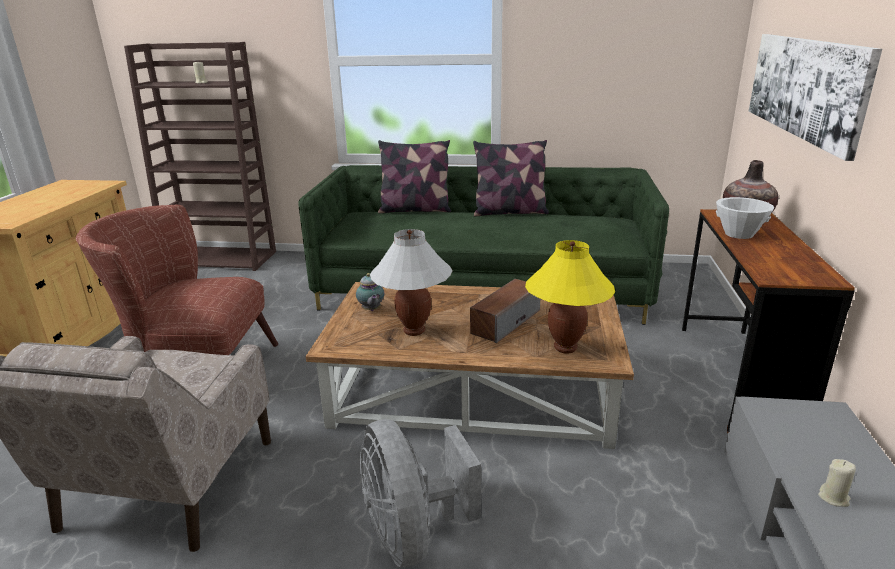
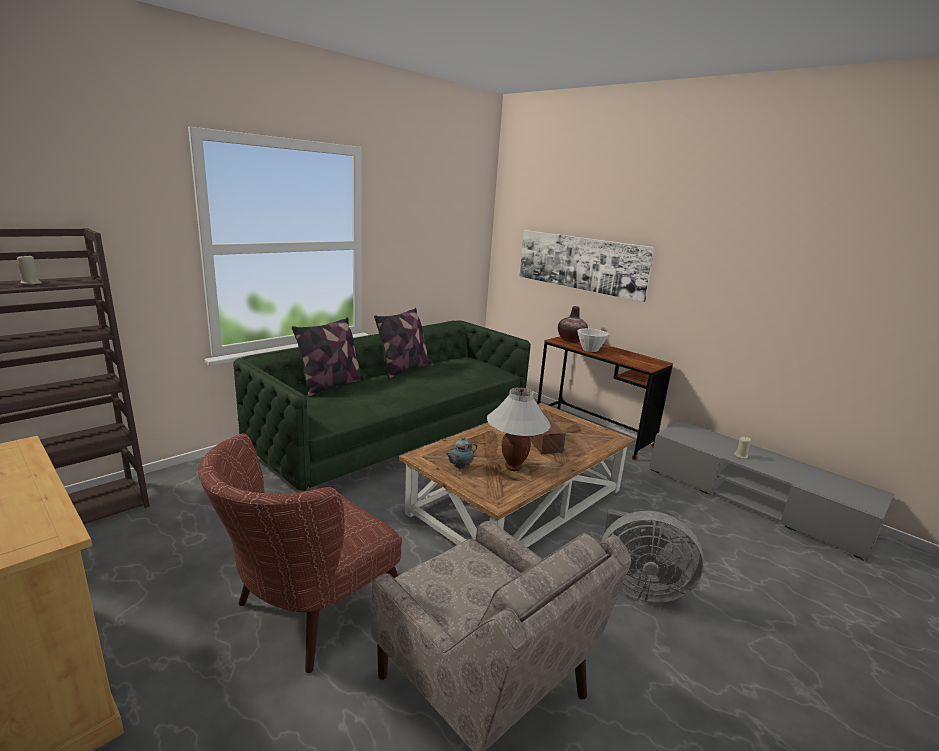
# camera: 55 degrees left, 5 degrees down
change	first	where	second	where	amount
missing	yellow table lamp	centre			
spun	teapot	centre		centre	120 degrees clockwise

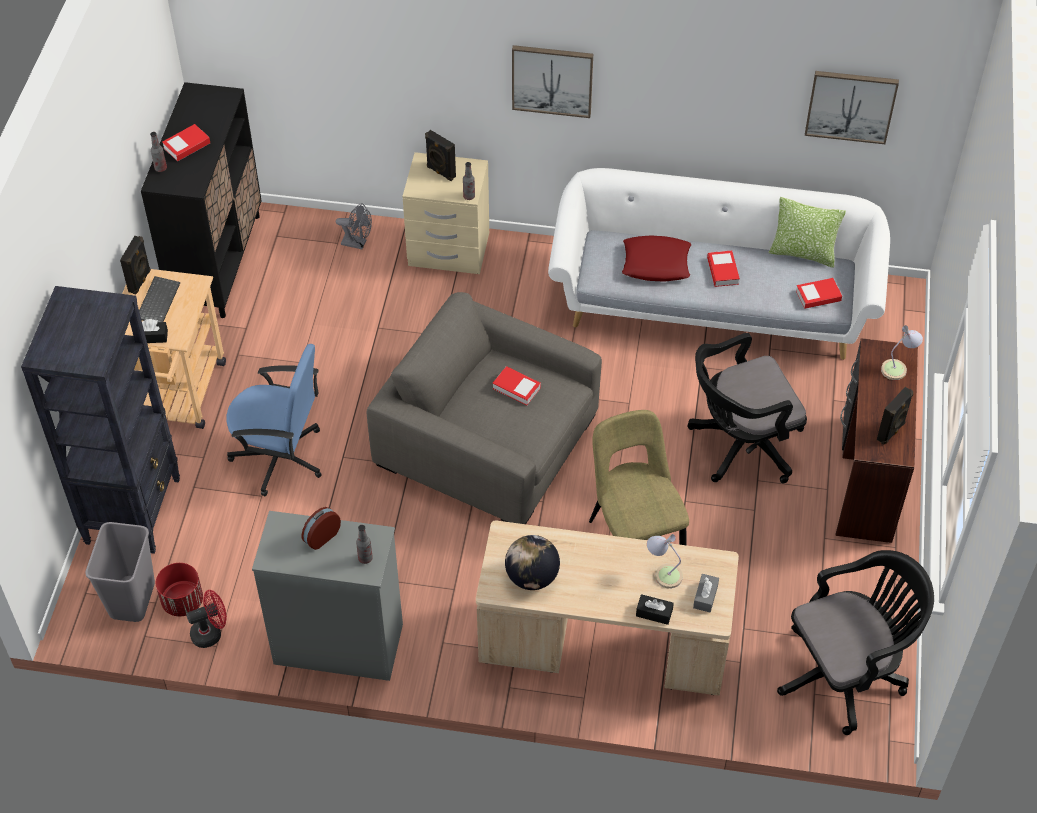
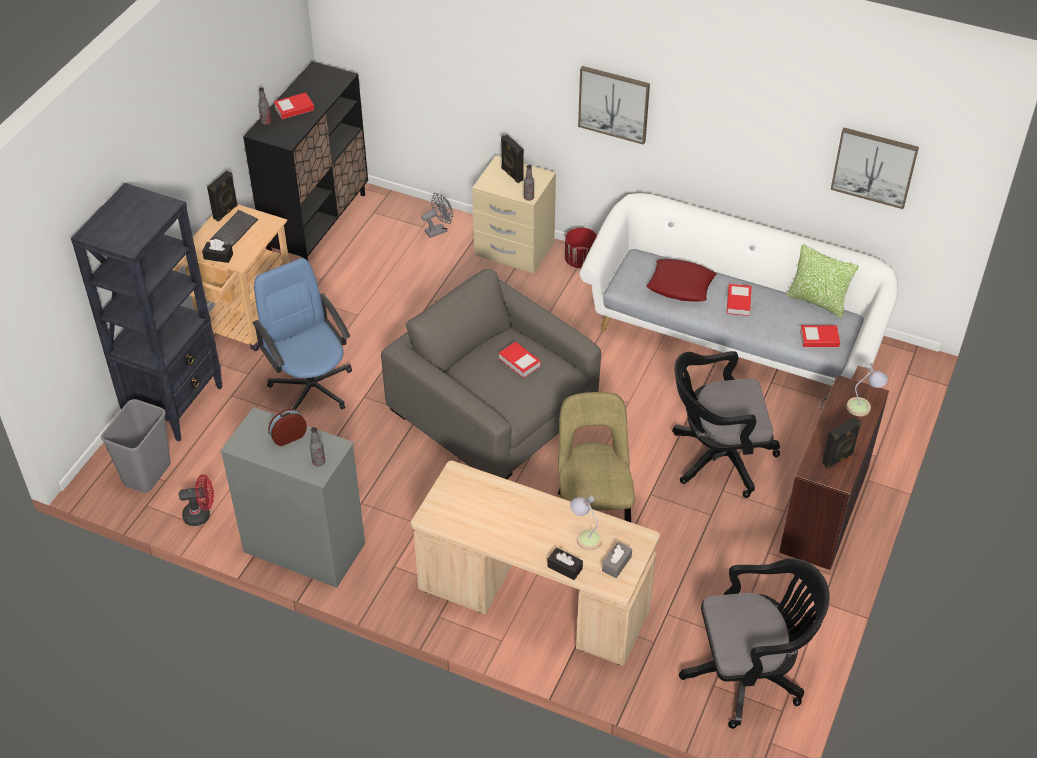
# camera: 15 degrees right, 5 degrees down
change	first	where	second	where	amount
missing	world globe	bottom centre			
relocated	reddish planter	bottom left		top centre	
spun	blue office chair	middle left		middle left	150 degrees counterclockwise
spun	gray cooling fan	top centre		top centre	60 degrees counterclockwise

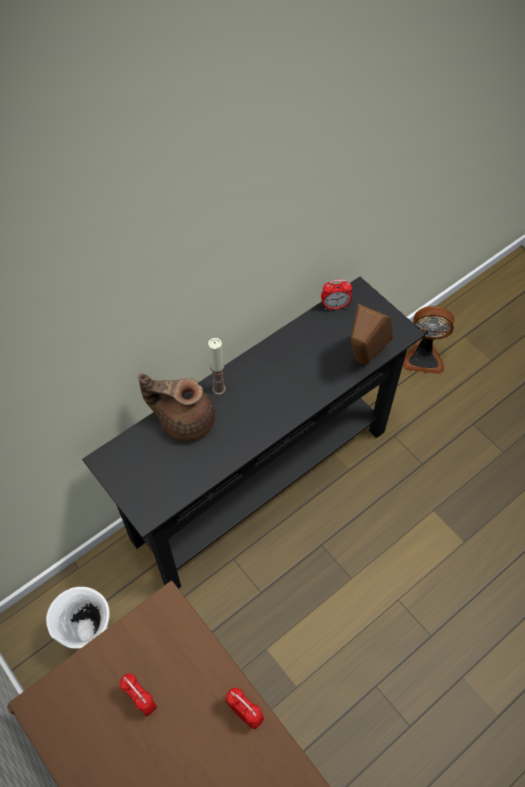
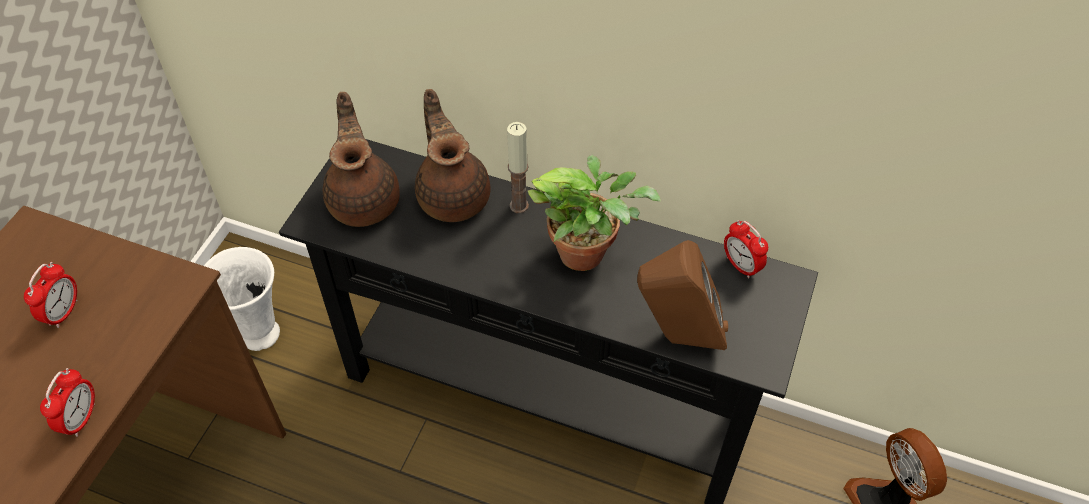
# camera: 60 degrees right, 5 degrees down
change	first	where	second	where	amount
appeared			brown-coloured teapot (no. 1 from left)	top left	
appeared			potted plant	centre	

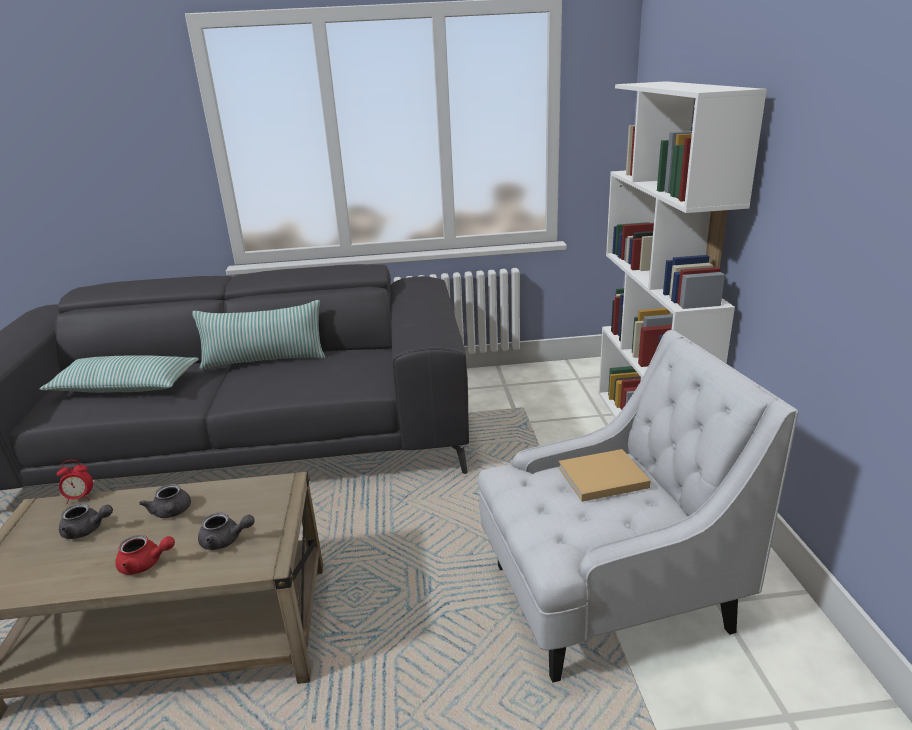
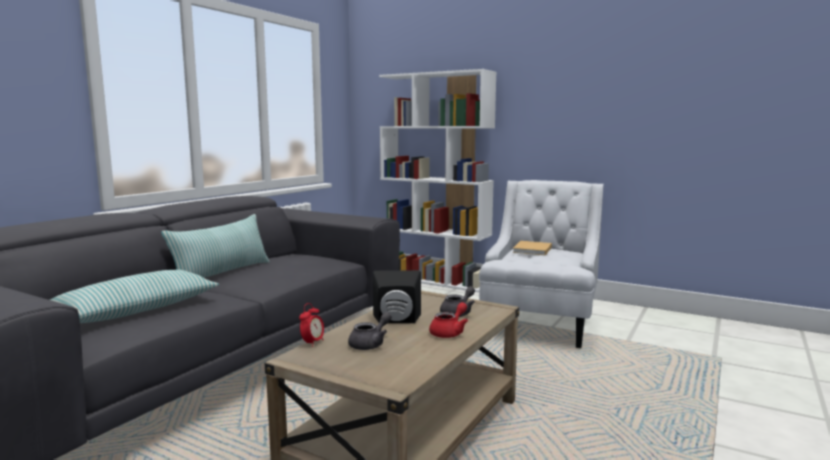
# camera: 55 degrees left, 15 degrees down
change	first	where	second	where	amount
exchanged	gray teapot (no. 2 from left)	bottom left	black audio speaker	centre	

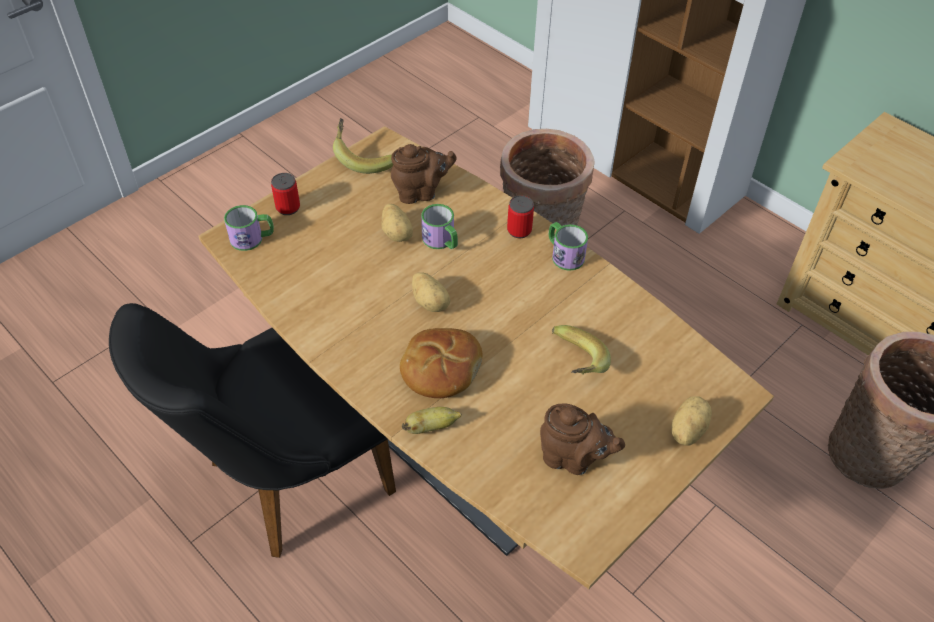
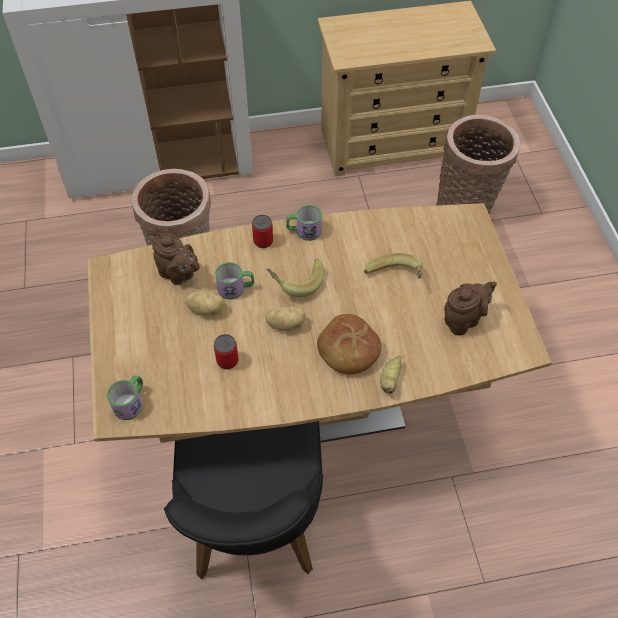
# camera: 55 degrees left, 5 degrees up
change	first	where	second	where	amount
missing	potato (no. 3 from left)	bottom right			
relocated	metal can (no. 1 from left)	top left		centre	
relocated	banana fruit (no. 1 from left)	top centre		centre	
spun	brown-coloured teapot (no. 1 from left)	top centre		middle left	105 degrees clockwise

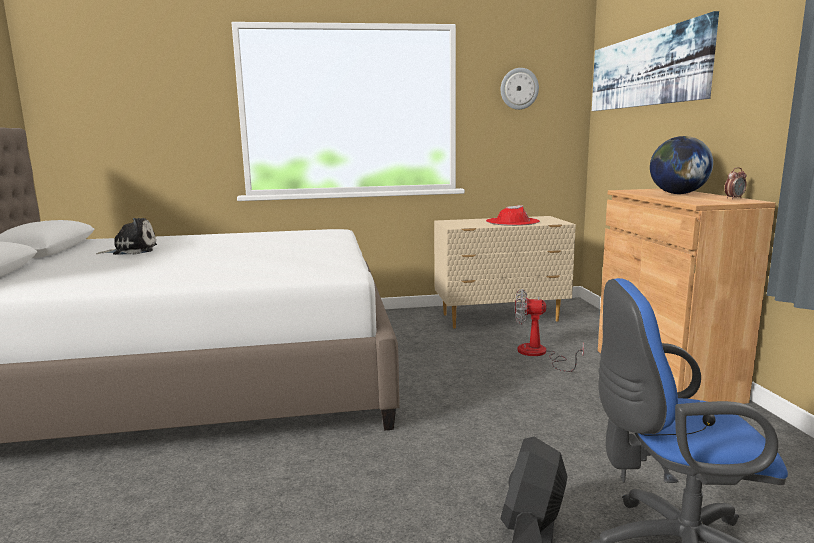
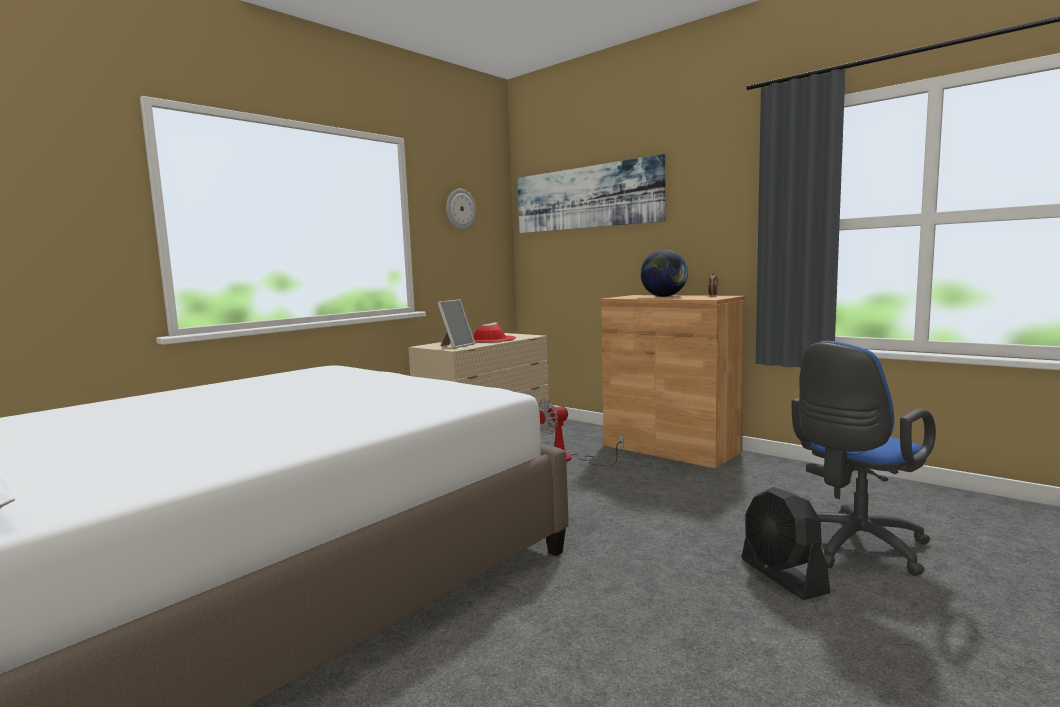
# camera: 40 degrees left, 5 degrees down
change	first	where	second	where	amount
missing	soft toy	middle left			
appeared			picture frame	centre	

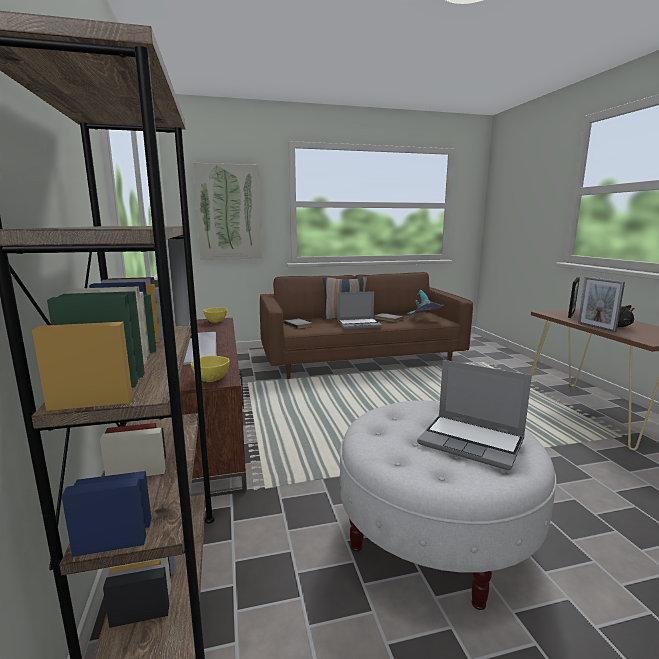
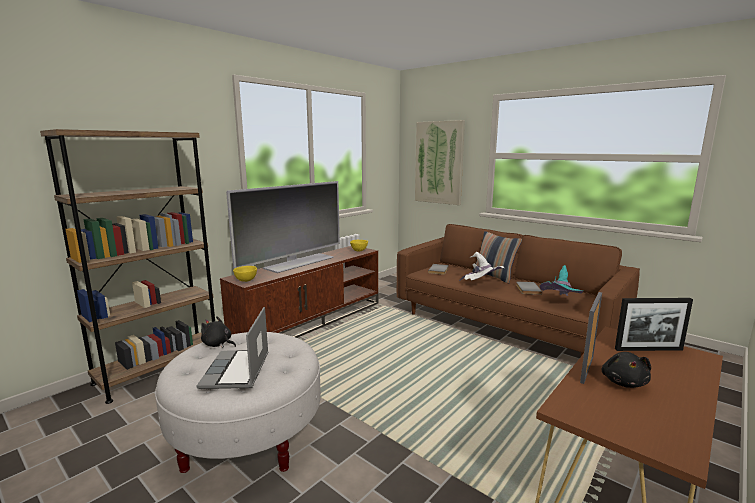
# camera: 55 degrees right, 0 degrees up
change	first	where	second	where	amount
appeared			black soft toy (no. 1 from left)	middle left	
exchanged	notebook computer (no. 1 from left)	centre	whitish wearable hat	centre	

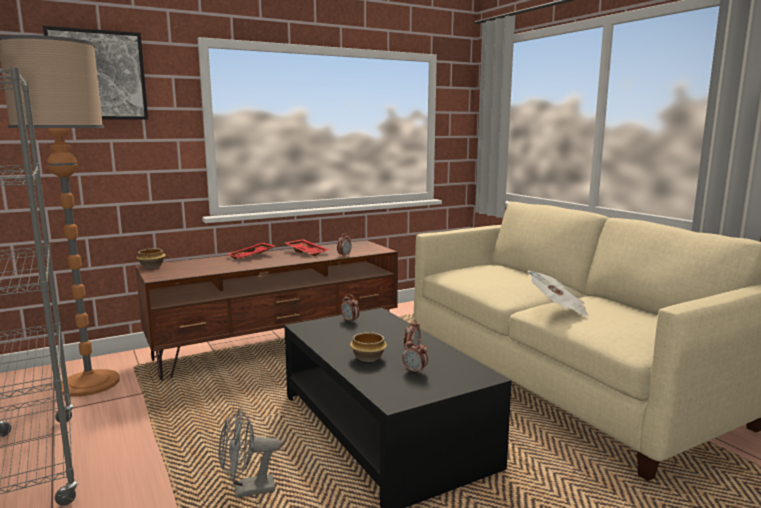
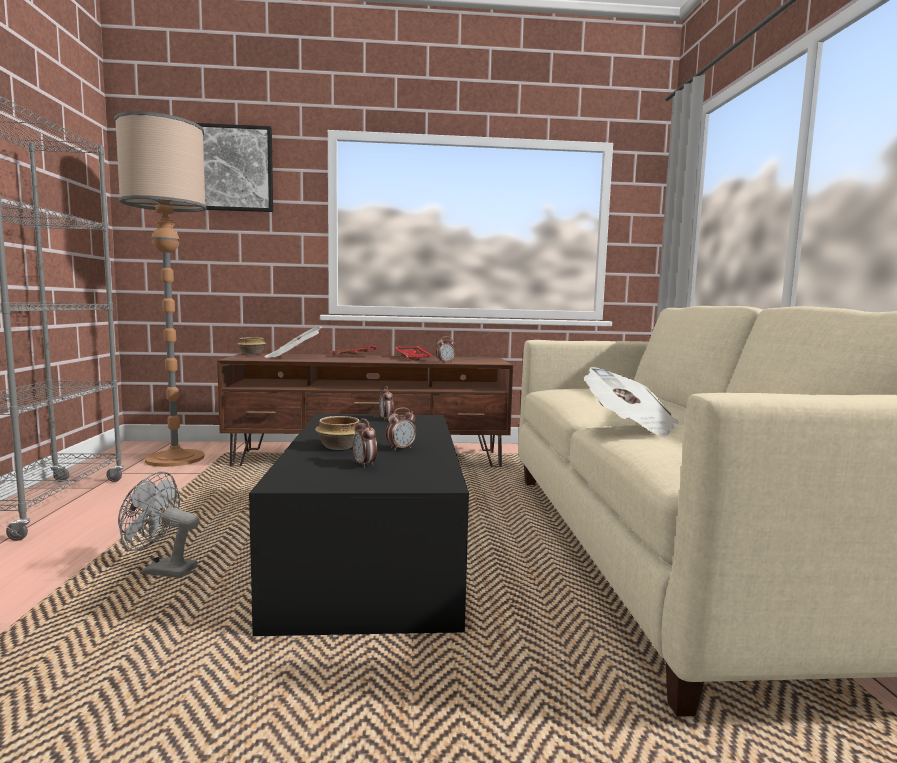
# camera: 25 degrees right, 5 degrees down
change	first	where	second	where	amount
appeared			newspaper (no. 1 from left)	middle left	

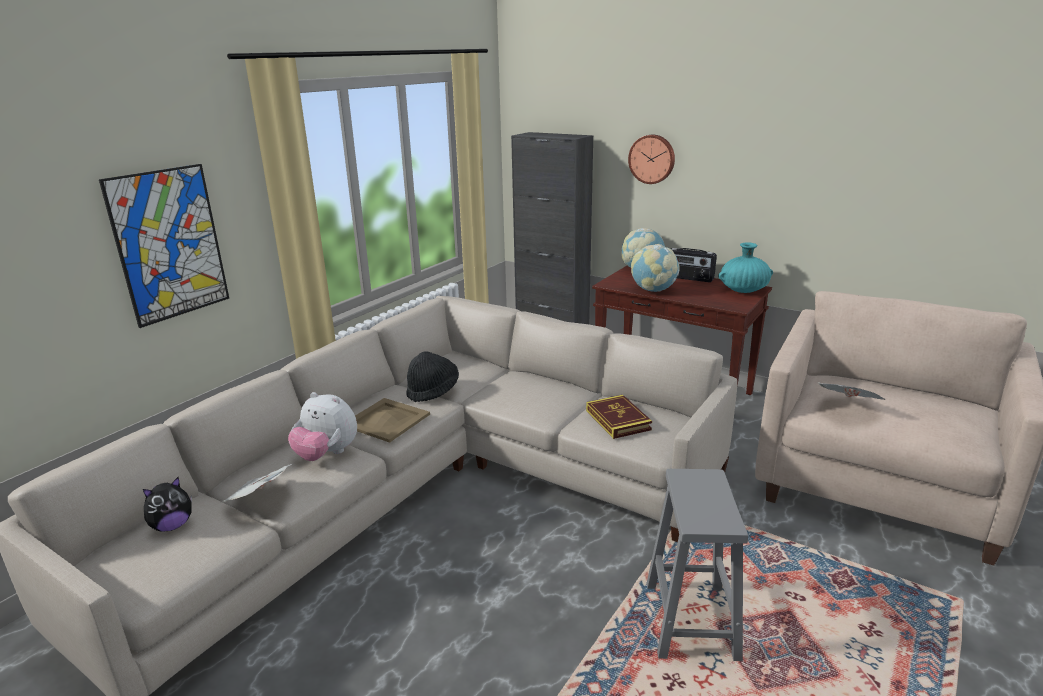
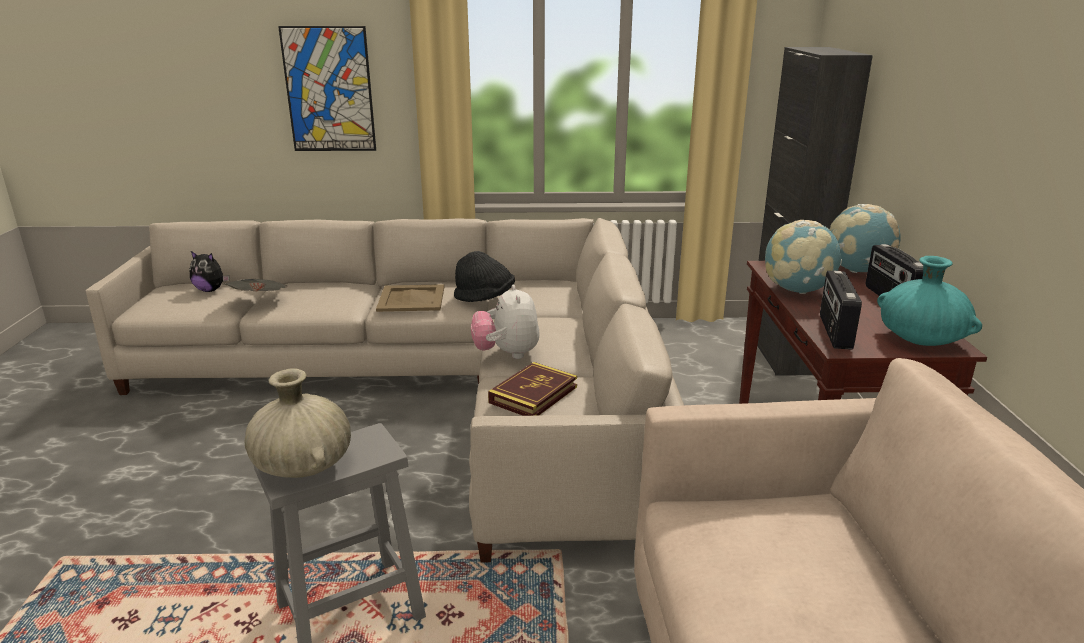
# camera: 55 degrees right, 0 degrees up
change	first	where	second	where	amount
missing	clock on the wall	top centre			
missing	newspaper (no. 2 from left)	middle right			
appeared			sand-coloured flower vase	middle left	
appeared			radio (no. 1 from left)	middle right	
relocated	soft toy (no. 2 from left)	middle left		centre	

